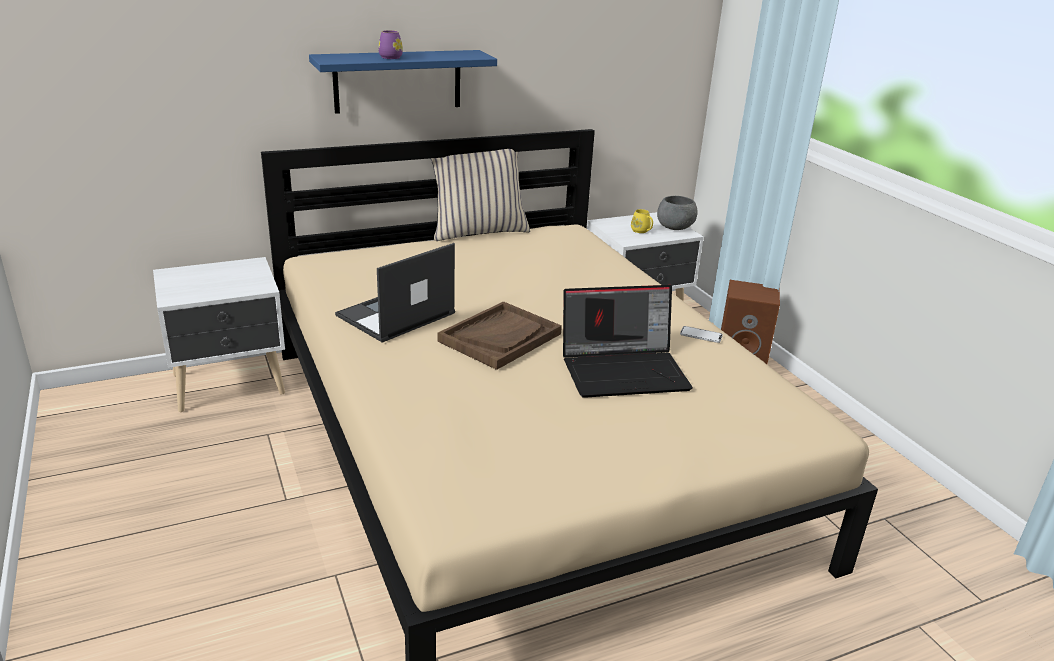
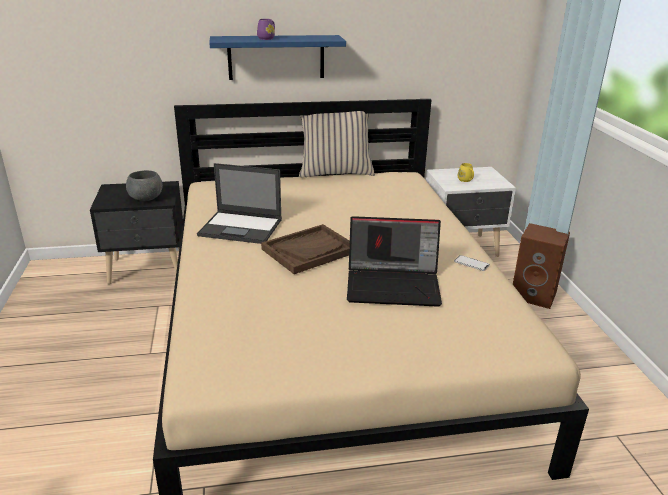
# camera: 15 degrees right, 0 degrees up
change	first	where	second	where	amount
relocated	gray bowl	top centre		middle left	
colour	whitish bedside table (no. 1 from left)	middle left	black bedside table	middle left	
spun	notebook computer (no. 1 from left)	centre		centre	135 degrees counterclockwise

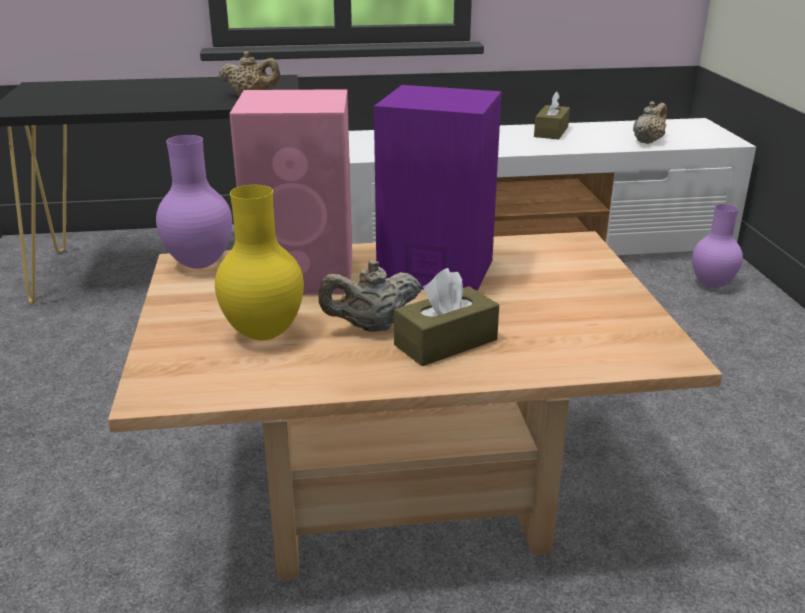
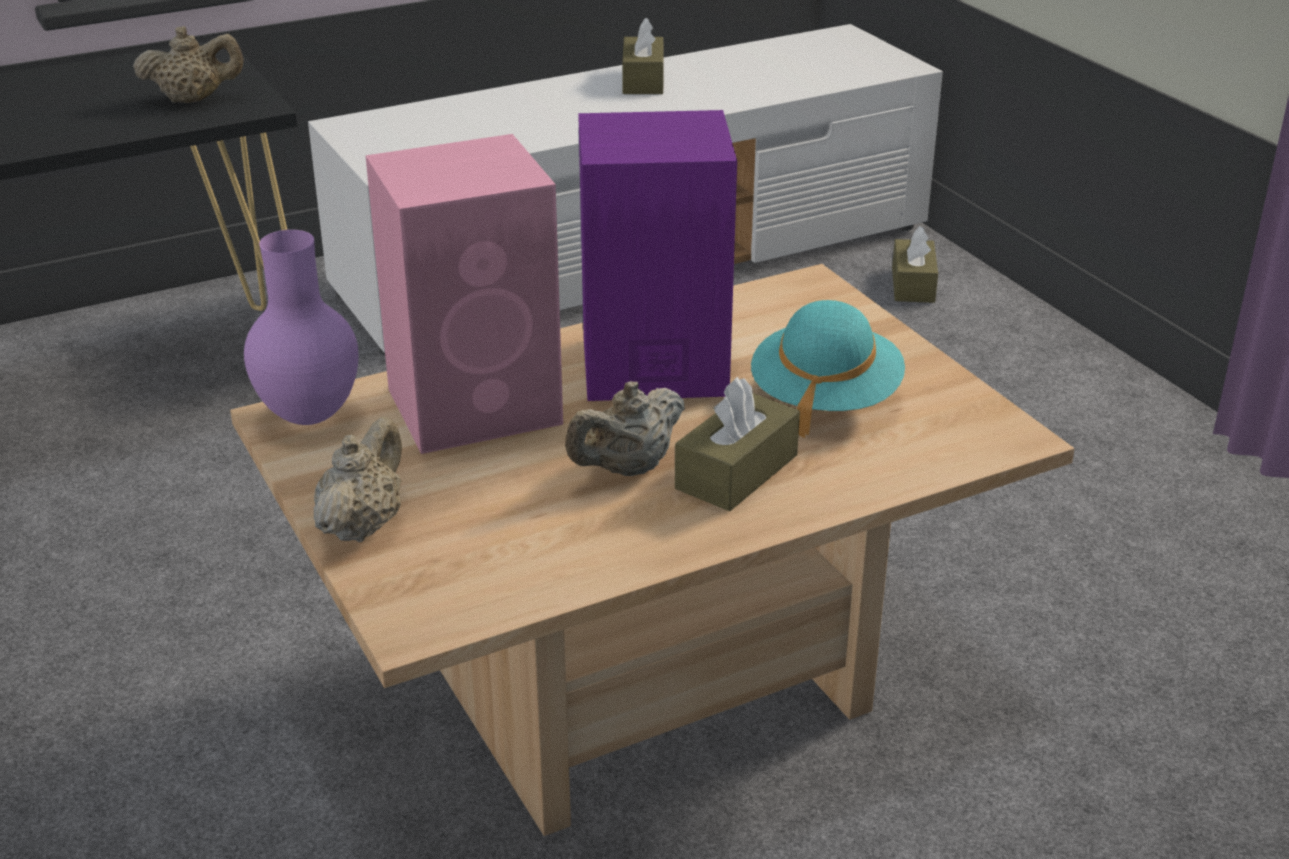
# camera: 20 degrees left, 5 degrees up
change	first	where	second	where	amount
missing	yellow flower vase	middle left			
appeared			blue-green wearable hat	centre	
relocated	sand-coloured teapot (no. 3 from left in the first image)	top right	sand-coloured teapot (no. 2 from left)	middle left	
exchanged	purple-coloured flower vase (no. 2 from left)	middle right	brown-coloured box of tissues (no. 3 from left)	top right	

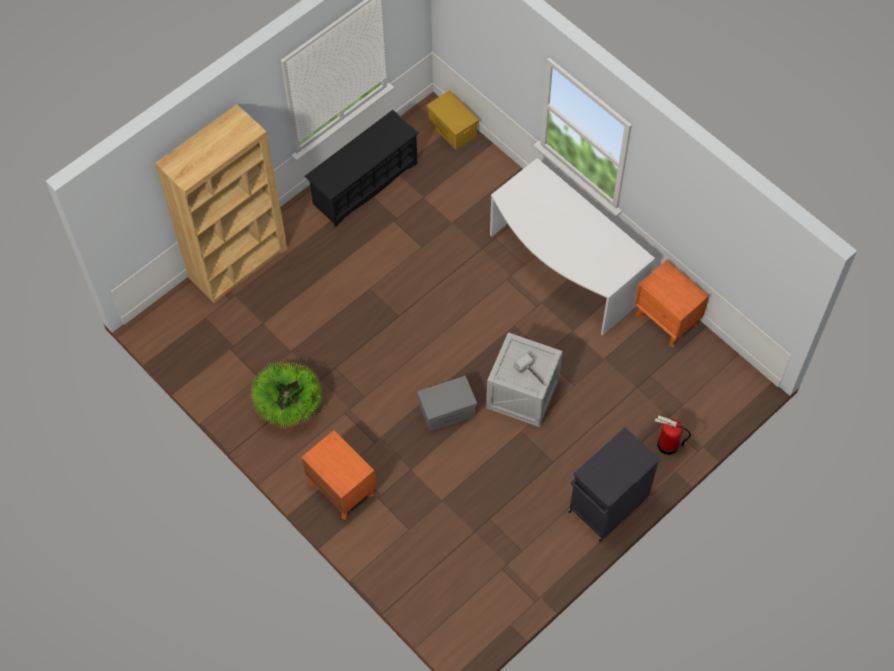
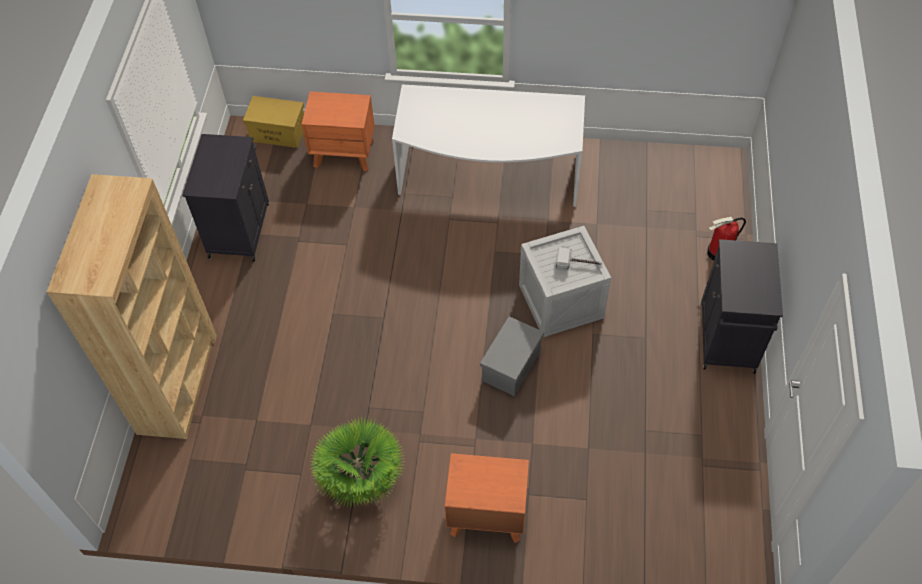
# camera: 40 degrees left, 5 degrees down
change	first	where	second	where	amount
relocated	orangey bedside table (no. 2 from left in the first image)	middle right	orangey bedside table (no. 1 from left)	top centre	
exchanged	black shoe rack	top centre	black storage cabinet (no. 1 from left)	middle left	

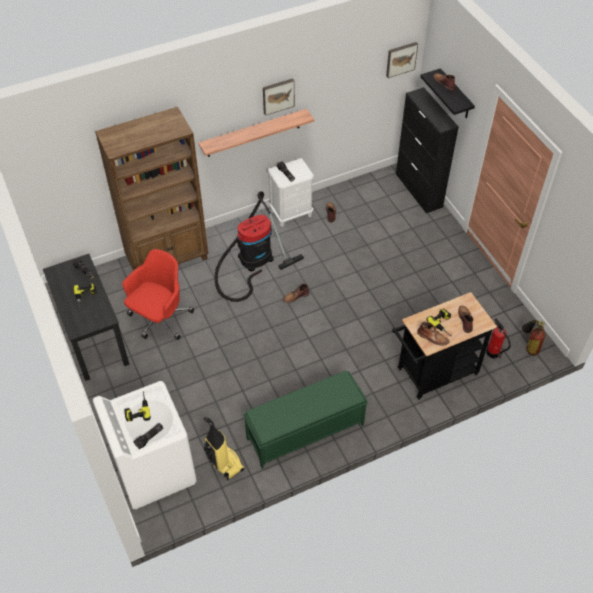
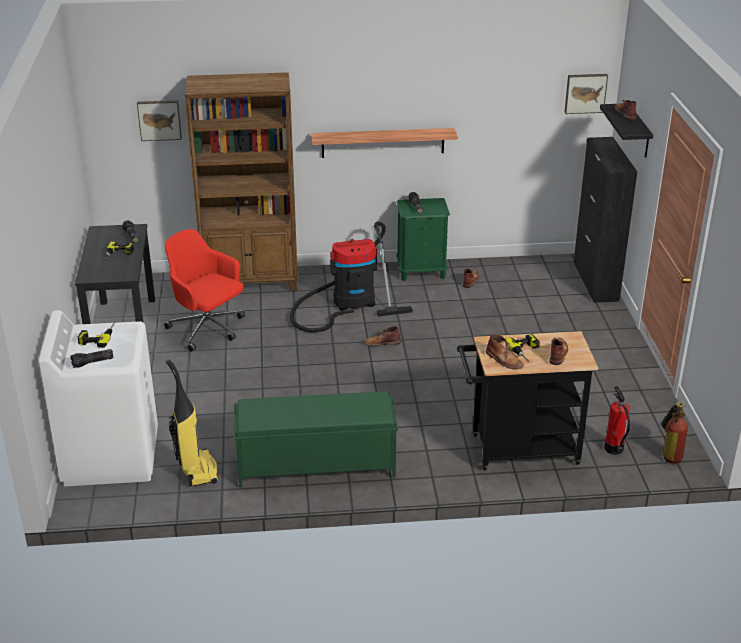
# camera: 20 degrees right, 20 degrees down
change	first	where	second	where	amount
relocated	picture (no. 1 from left)	top centre		top left	
colour	whitish bedside table	top centre	green-coloured bedside table	centre	
spun	reddish office chair	middle left		middle left	105 degrees counterclockwise

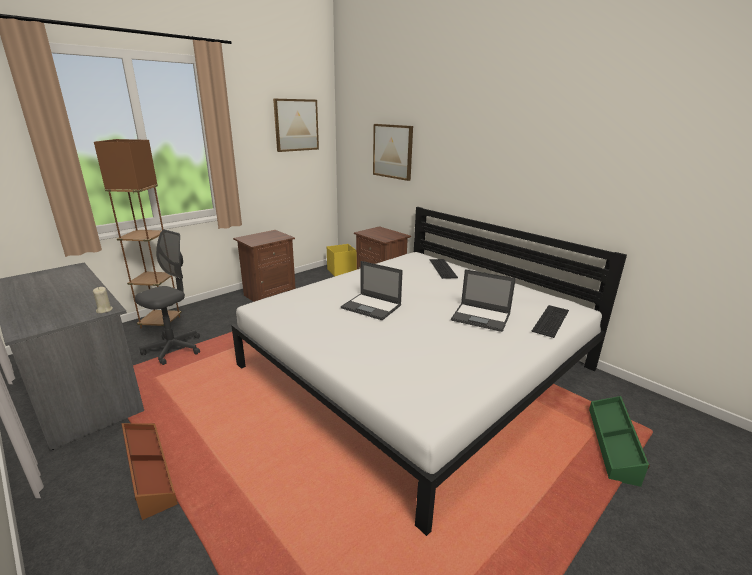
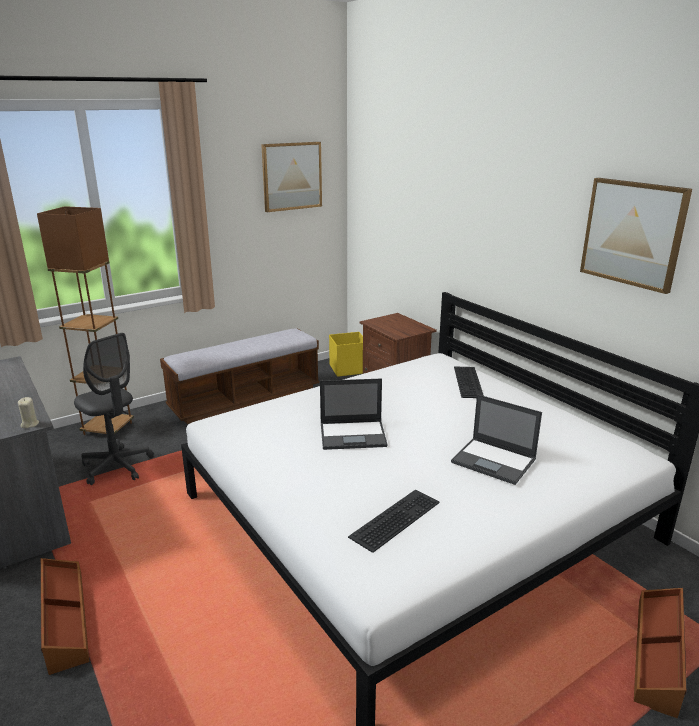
# camera: 10 degrees right, 0 degrees up
change	first	where	second	where	amount
relocated	picture (no. 2 from left)	top centre		top right	
relocated	computer keyboard (no. 2 from left in the first image)	middle right	computer keyboard (no. 1 from left)	bottom centre	
exchanged	brown-coloured bedside table (no. 1 from left)	centre	indoor bench	centre	
colour	green-coloured storage container	bottom right	brown-coloured storage container (no. 2 from left)	bottom right	
spun	gray office chair	middle left		middle left	90 degrees clockwise
spun	notebook computer (no. 1 from left)	centre		centre	45 degrees counterclockwise

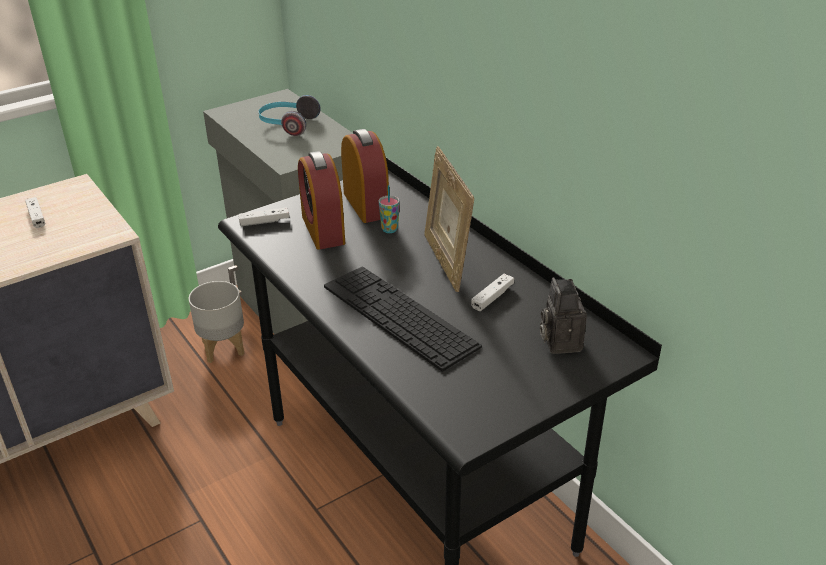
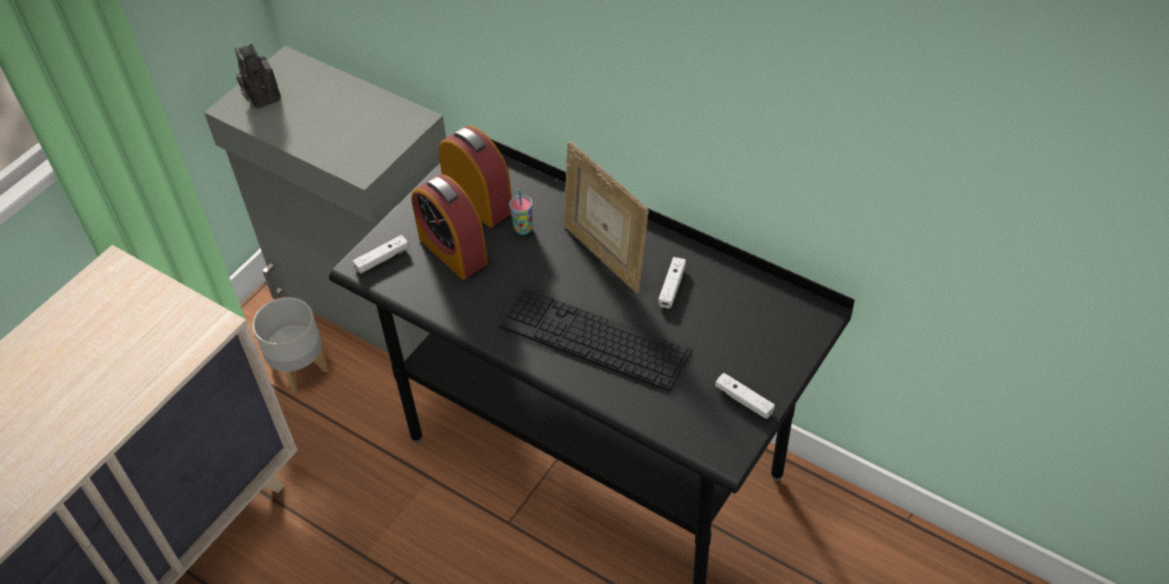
# camera: 20 degrees left, 15 degrees up
change	first	where	second	where	amount
missing	pair of headphones	top centre			
relocated	whitish joypad (no. 1 from left in the first image)	middle left	whitish joypad (no. 3 from left)	bottom centre	
relocated	still camera	middle right		top left	

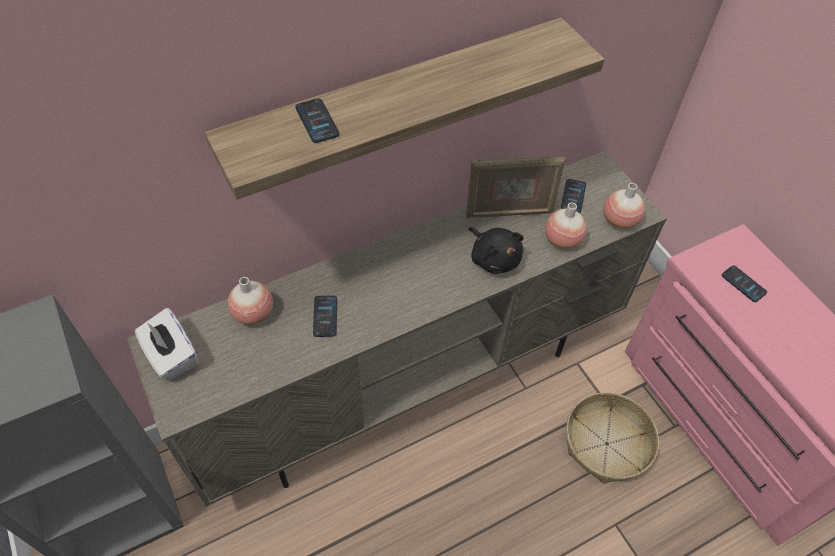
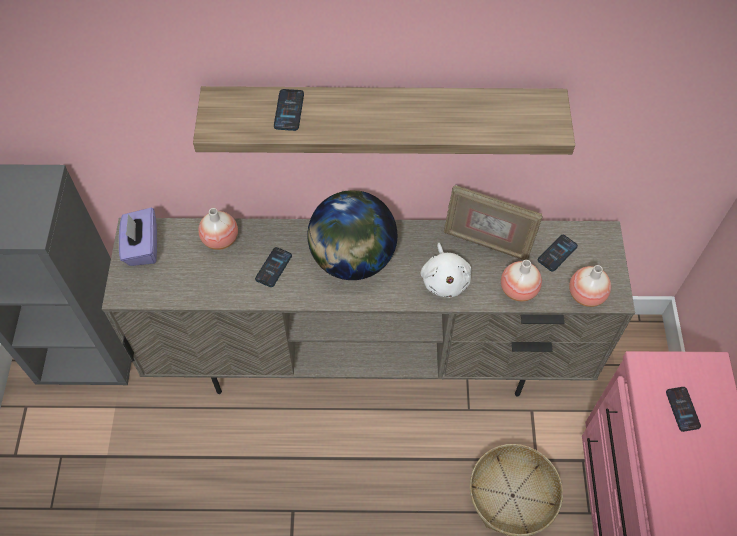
# camera: 30 degrees right, 5 degrees up
change	first	where	second	where	amount
appeared			world globe	centre	
colour	whitish box of tissues	middle left	purple-coloured box of tissues	middle left	
colour	black soft toy	centre	whitish soft toy	centre	

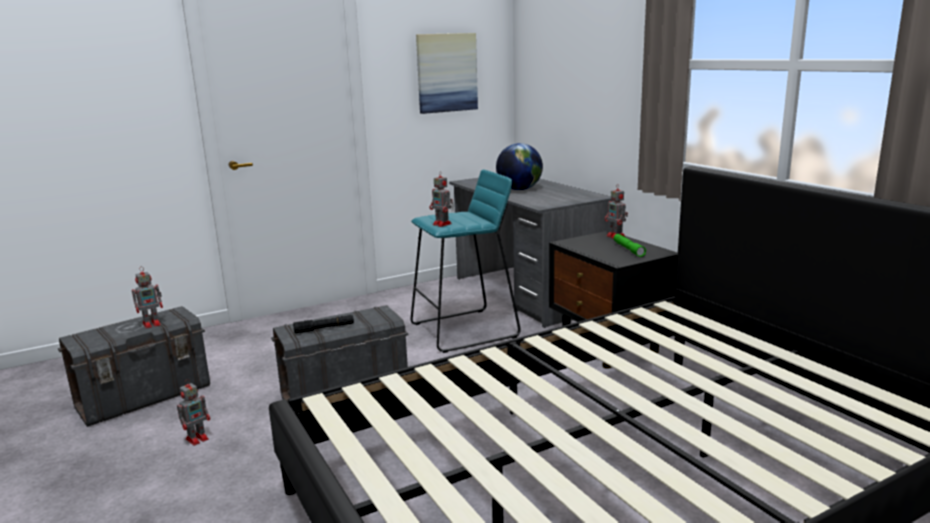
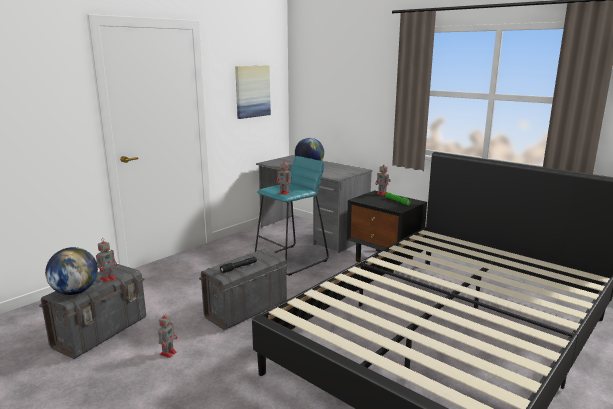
# camera: 20 degrees left, 0 degrees up
change	first	where	second	where	amount
appeared			world globe (no. 1 from left)	middle left	

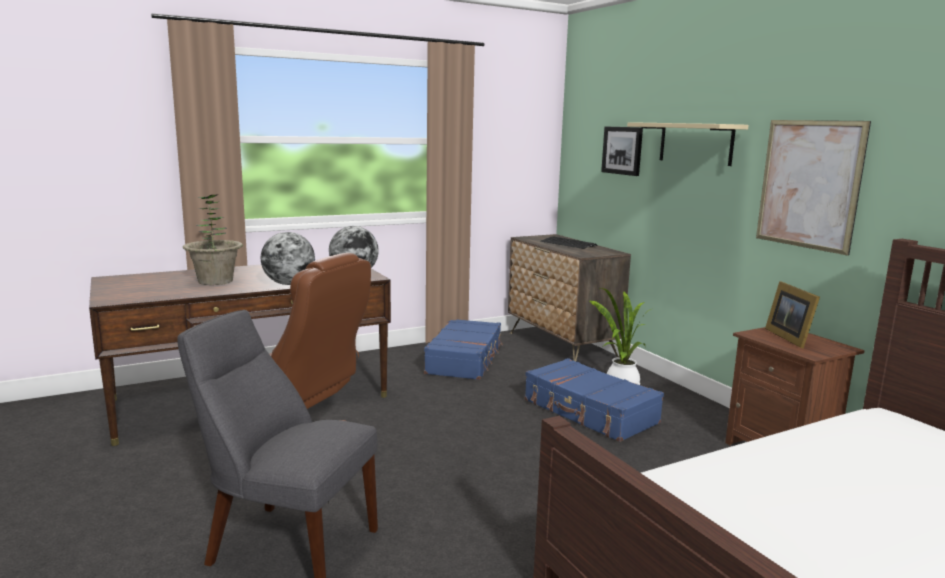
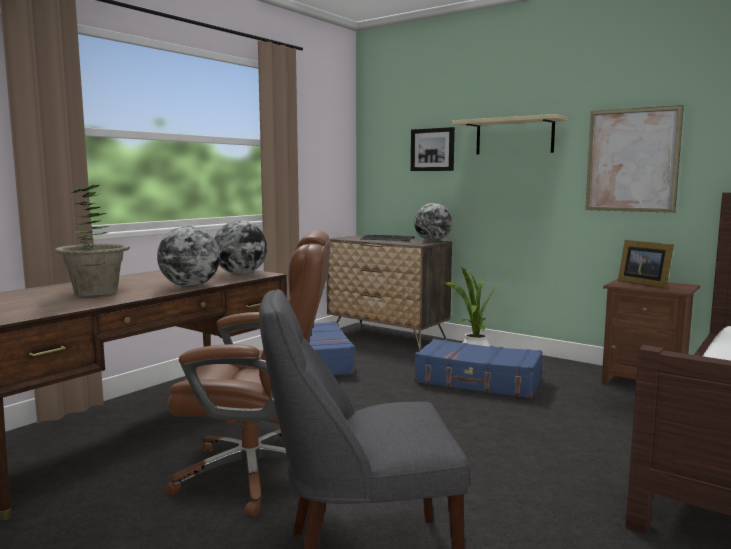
# camera: 25 degrees left, 5 degrees down
change	first	where	second	where	amount
appeared			world globe (no. 3 from left)	centre	

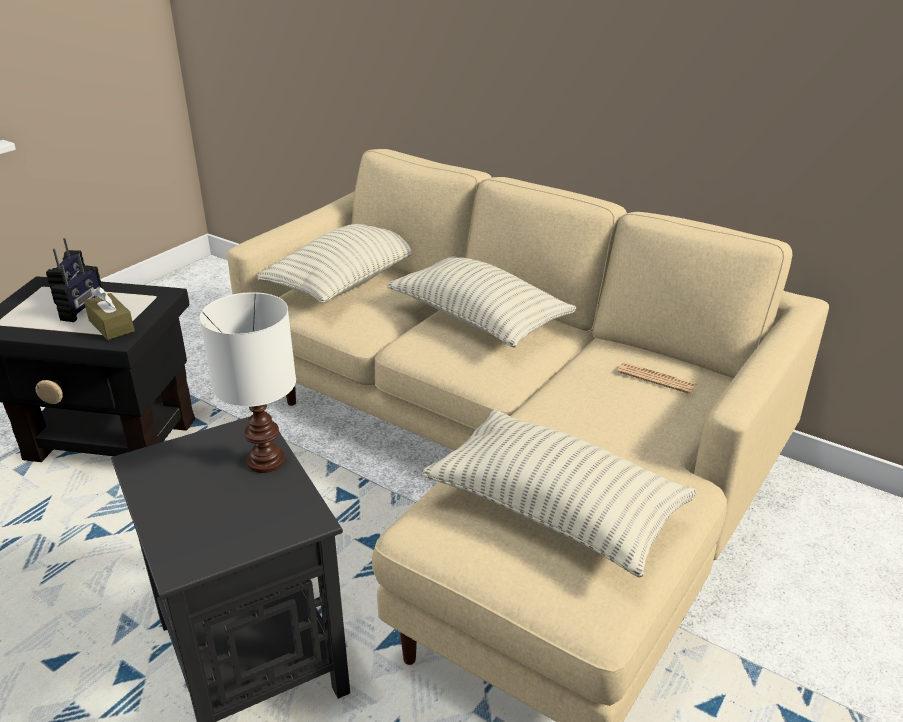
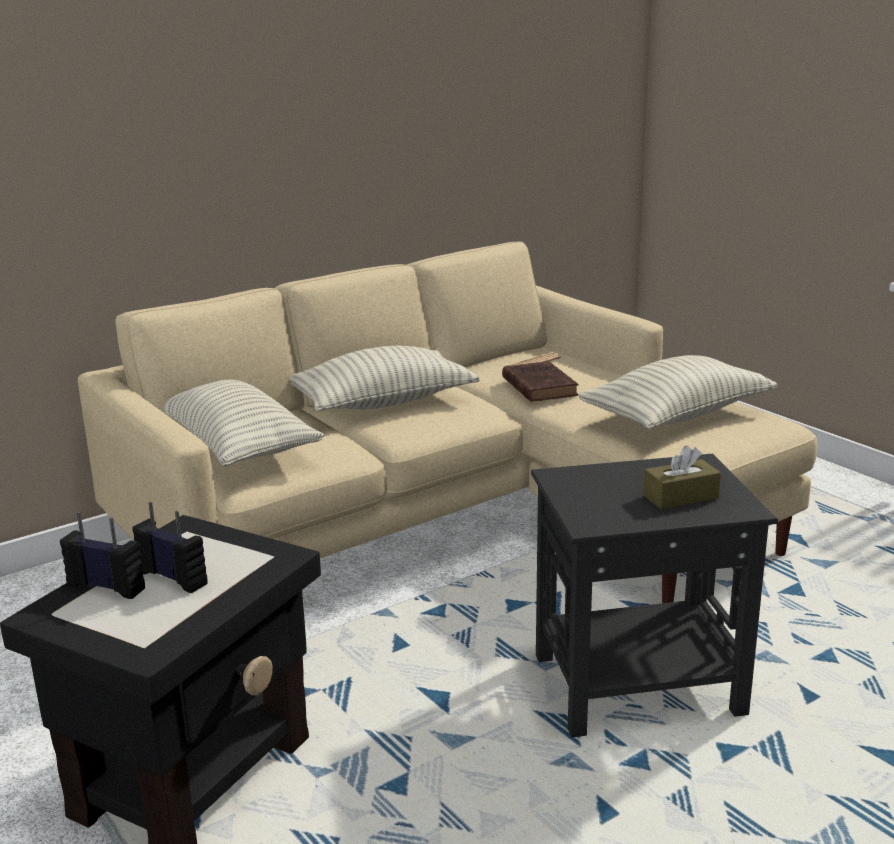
# camera: 70 degrees left, 10 degrees down
change	first	where	second	where	amount
missing	whitish table lamp	middle left			
appeared			brown-coloured book	centre	
relocated	brown-coloured box of tissues	middle left		middle right	

